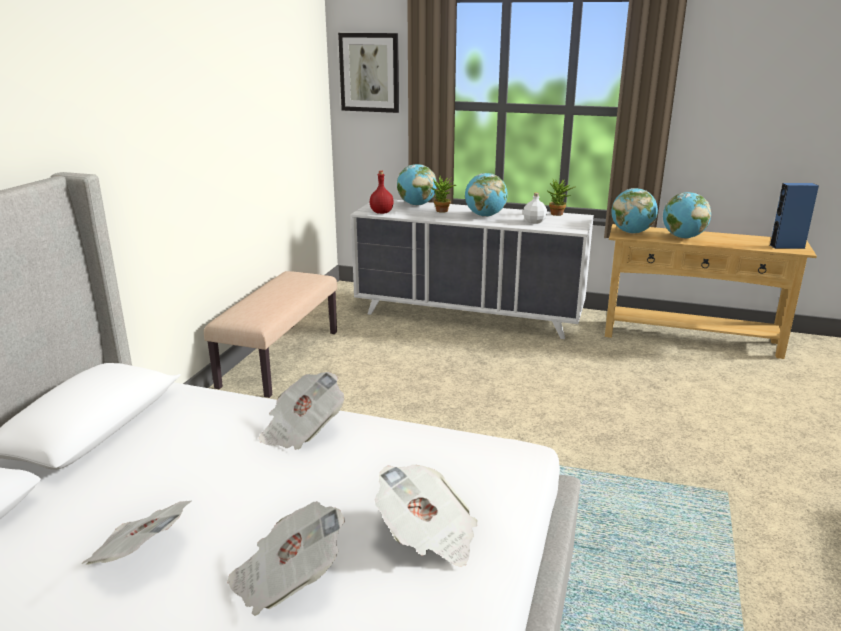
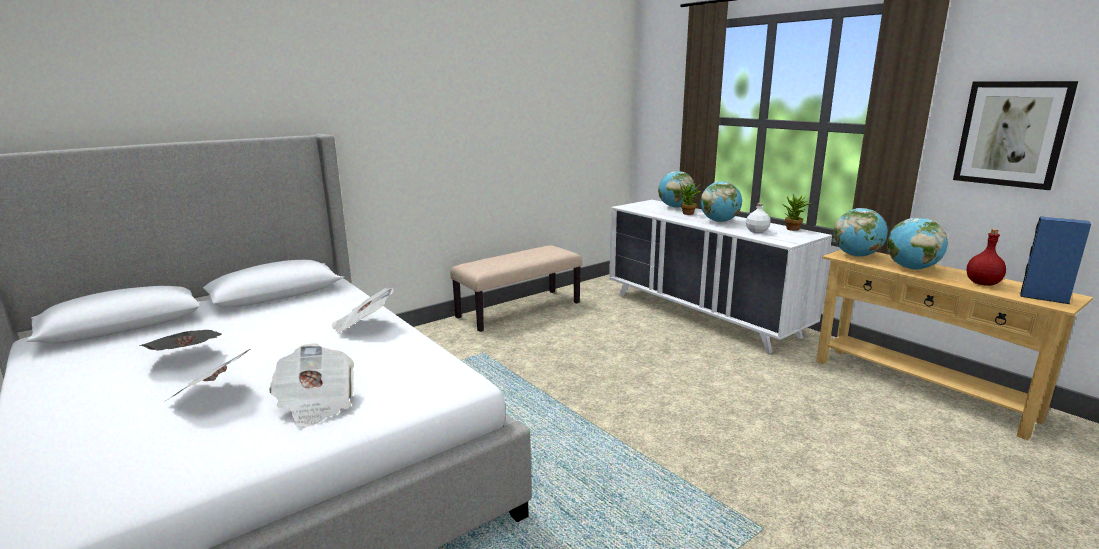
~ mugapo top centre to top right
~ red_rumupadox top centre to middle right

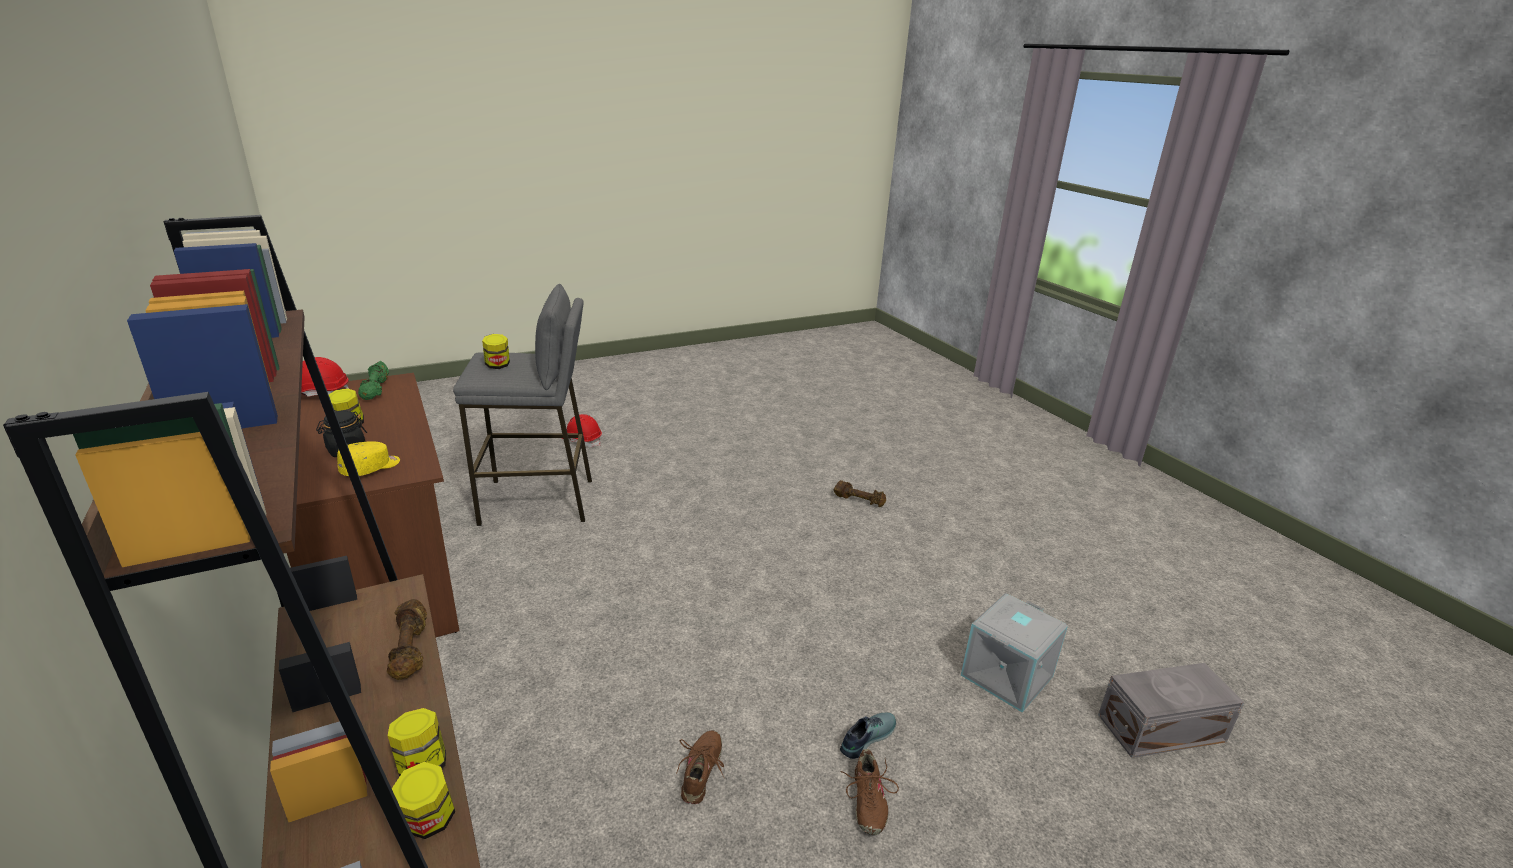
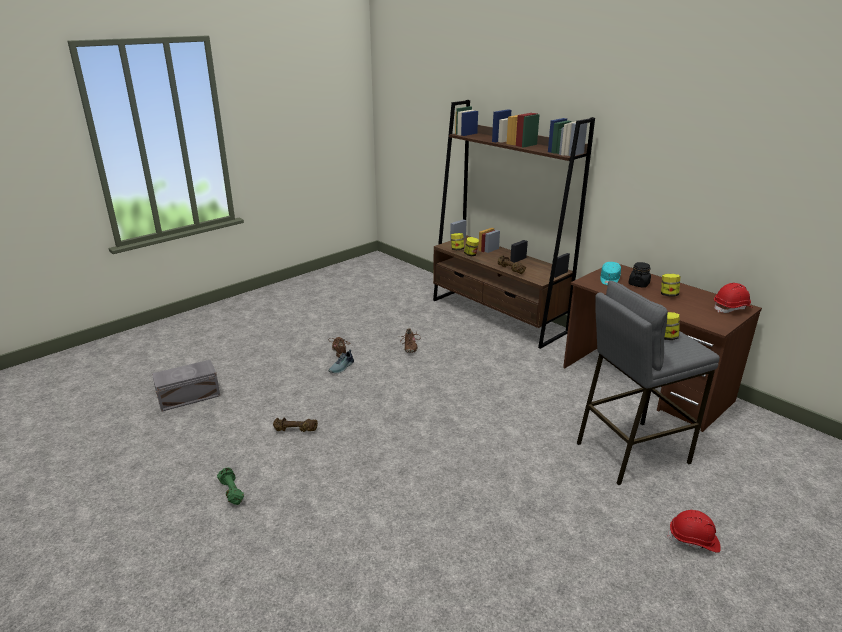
~ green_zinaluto middle left to bottom left
~ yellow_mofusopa middle left to turquoise_mofusopa middle right
~ brown_zinaluto (2nd from left in the first image) centre to brown_zinaluto (1st from left) bottom centre
- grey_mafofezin (1st from left) bottom right

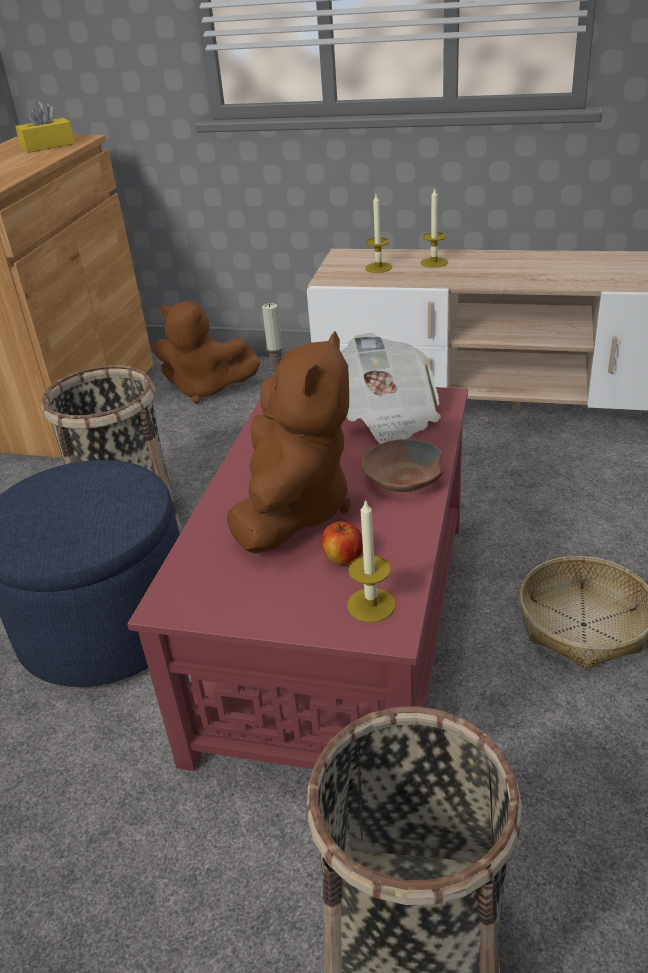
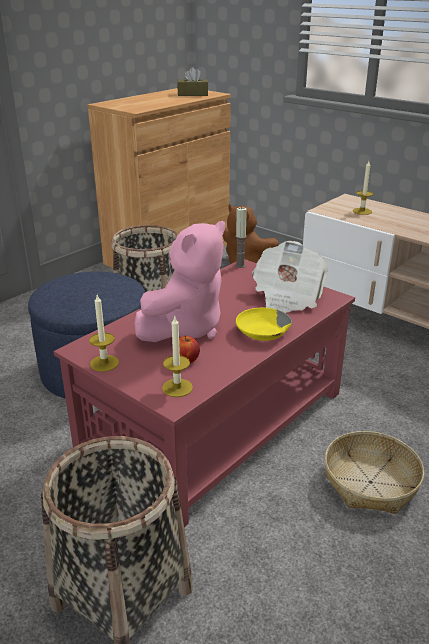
~ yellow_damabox top left to brown_damabox top centre
~ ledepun (4th from left in the first image) top right to ledepun (1st from left) middle left
~ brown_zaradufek (2nd from left) centre to pink_zaradufek centre
~ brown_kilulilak centre to yellow_kilulilak centre

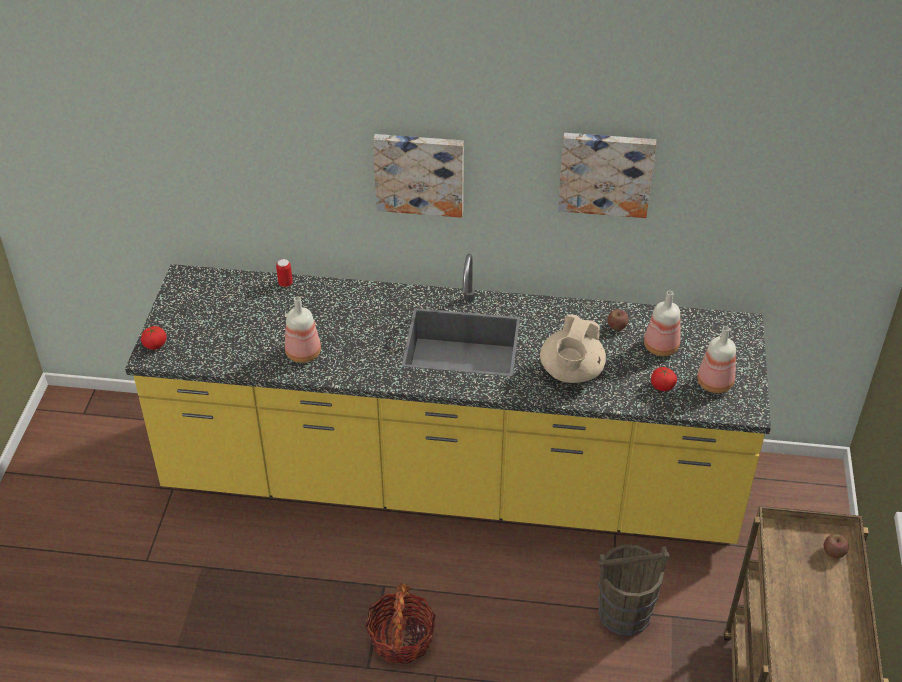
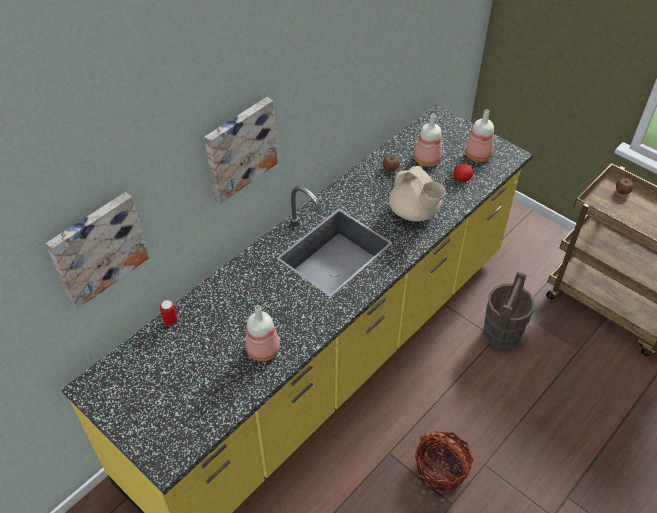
~ mugapo (2nd from left in the first image) top right to mugapo (1st from left) middle left
- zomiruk (1st from left) middle left

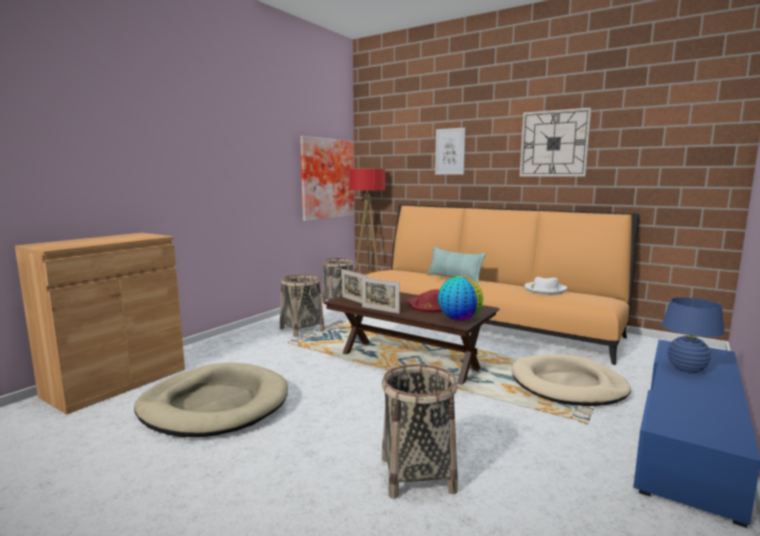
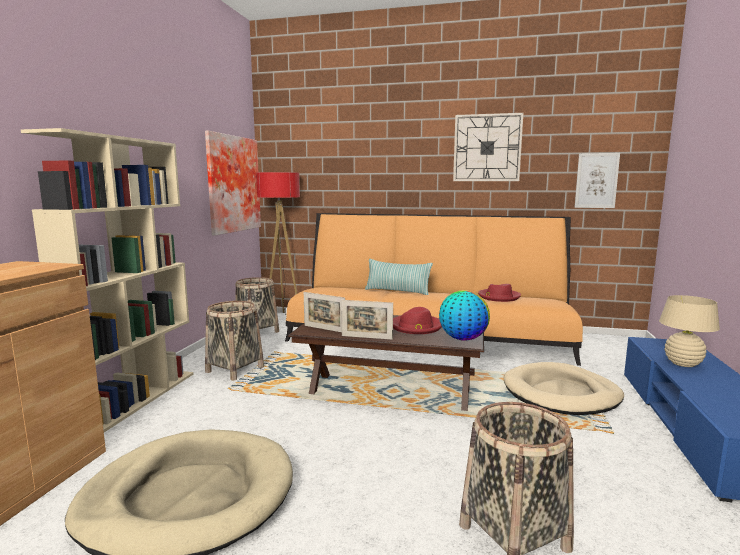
~ mugapo (2nd from left) top centre to top right
~ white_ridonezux middle right to red_ridonezux (2nd from left) middle right
~ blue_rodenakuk middle right to beige_rodenakuk middle right
+ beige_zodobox middle left

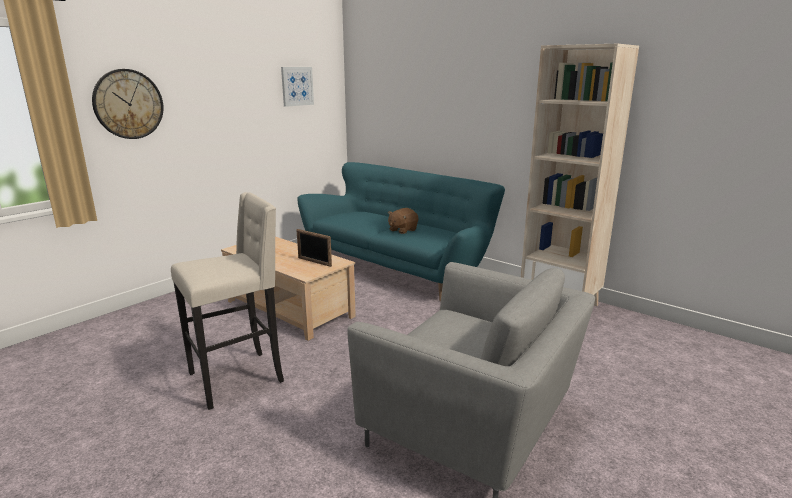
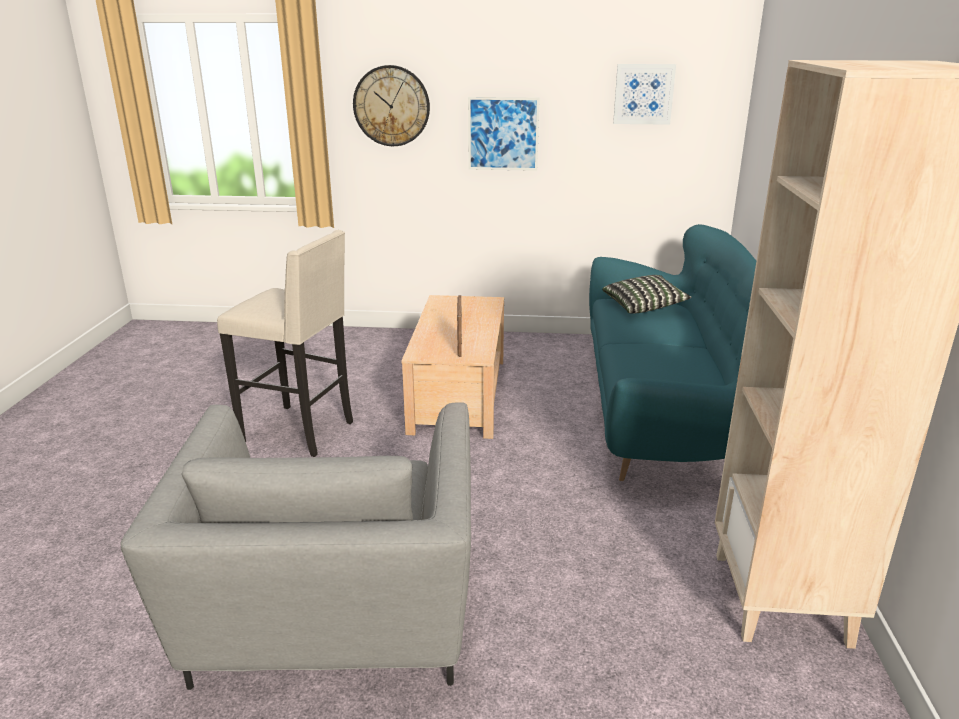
- brown_zaradufek centre
+ mugapo (1st from left) top centre
+ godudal middle right

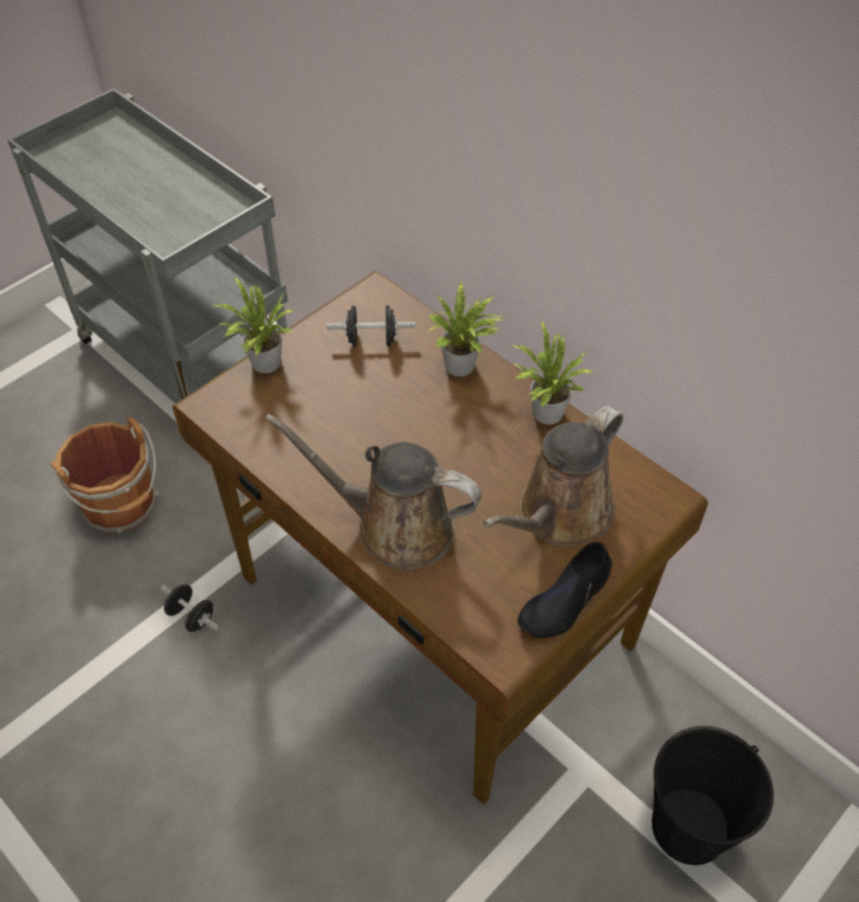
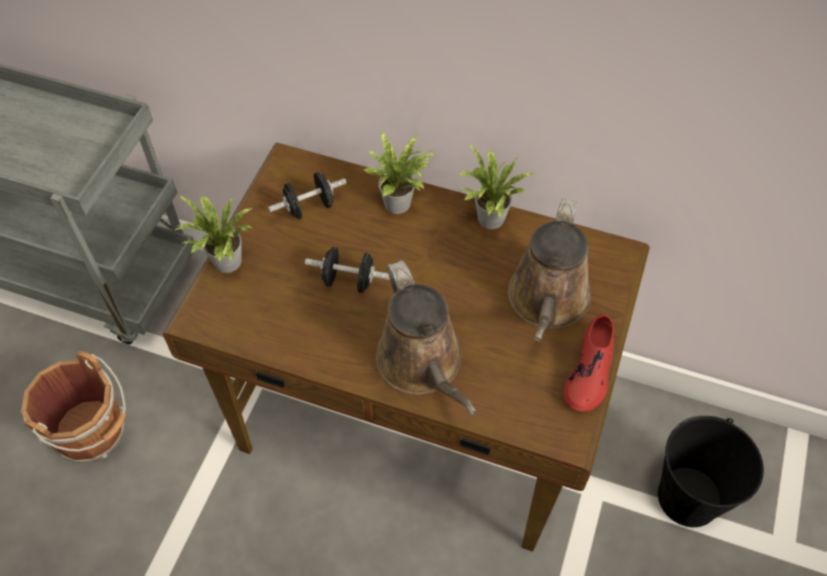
~ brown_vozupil (1st from left) centre = centre 105 degrees counterclockwise
~ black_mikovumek centre to red_mikovumek middle right
~ black_zinaluto (1st from left in the first image) bottom left to black_zinaluto (2nd from left) centre

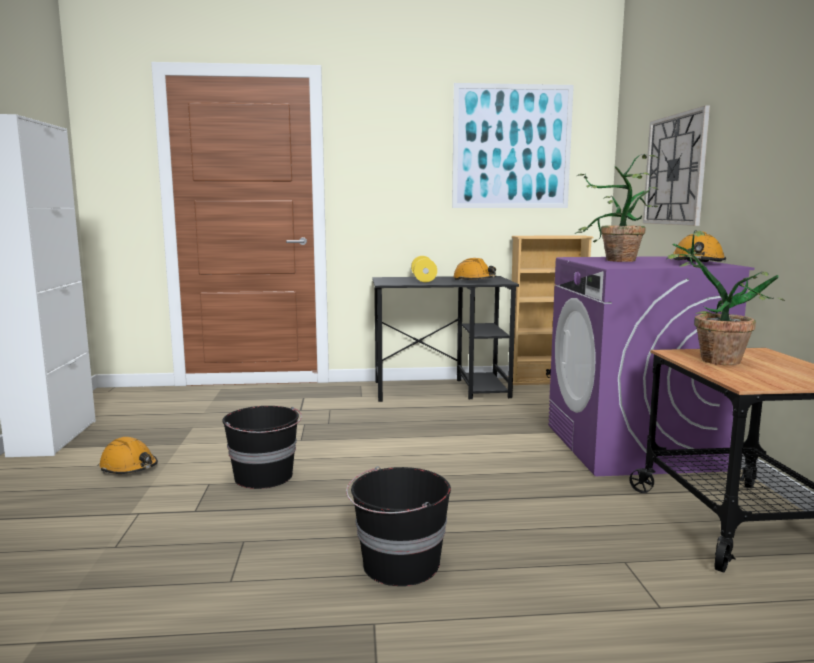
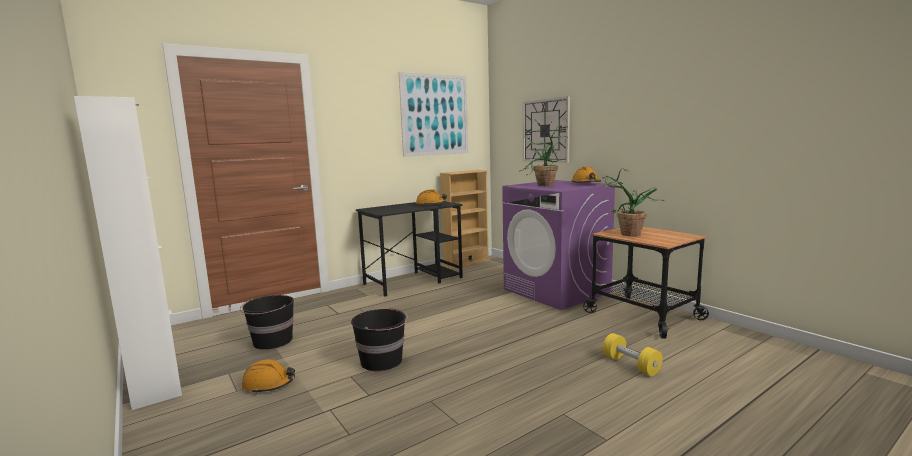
~ yellow_zinaluto centre to bottom right
~ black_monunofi (2nd from left in the first image) bottom centre to black_monunofi (1st from left) bottom left

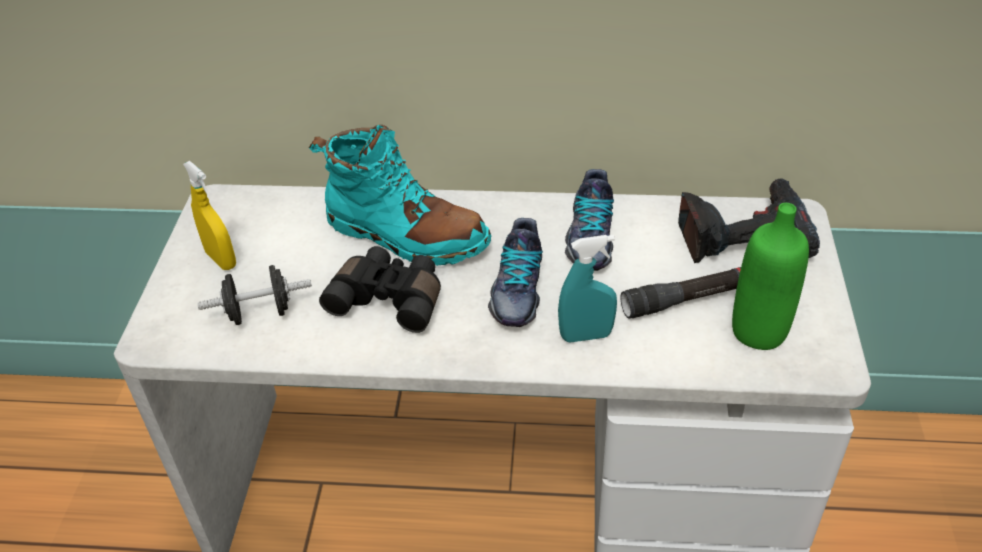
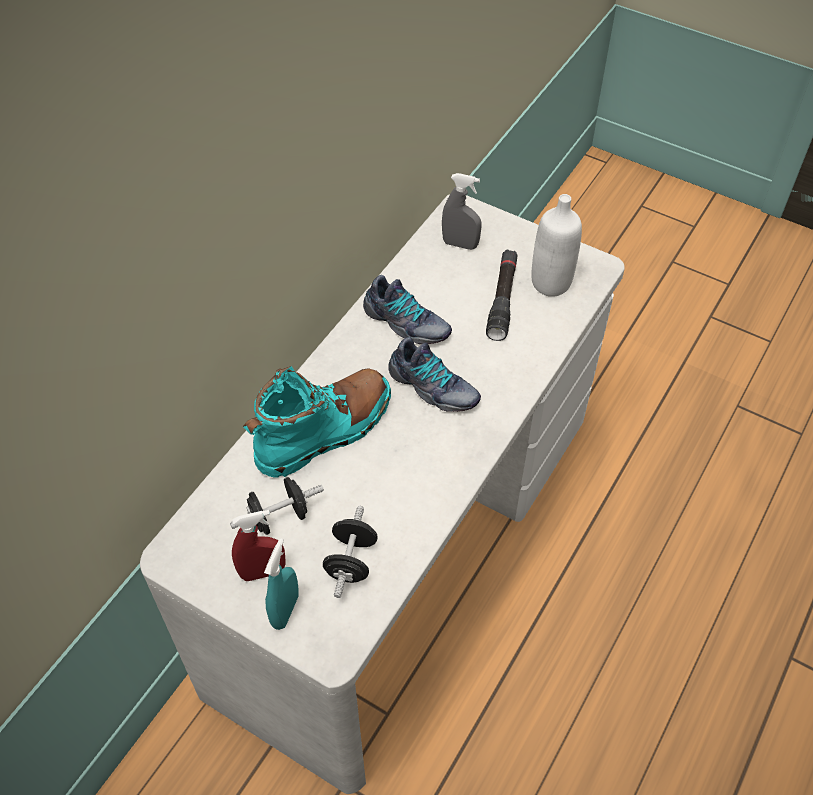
~ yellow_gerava middle left to red_gerava bottom left
~ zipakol middle right to grey_gerava top centre
~ green_rumupadox middle right to white_rumupadox top right
~ turquoise_gerava centre to bottom centre
- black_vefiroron centre
+ black_zinaluto (1st from left) centre

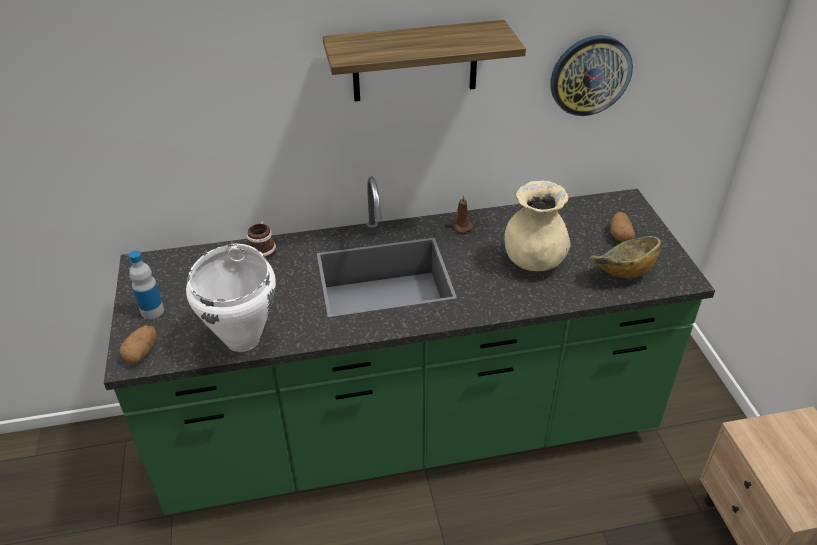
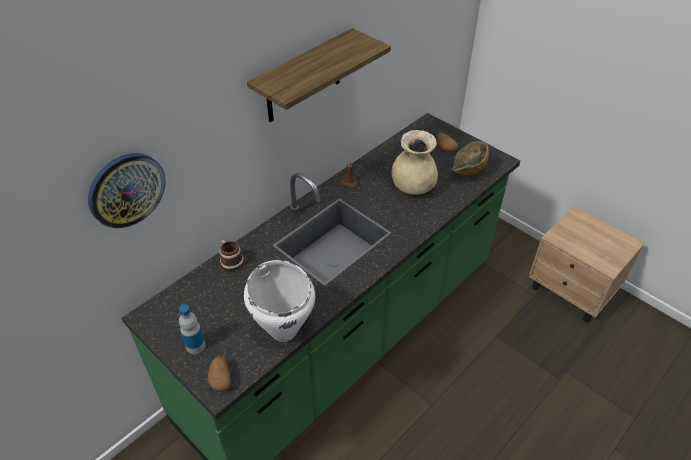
~ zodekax top right to middle left

